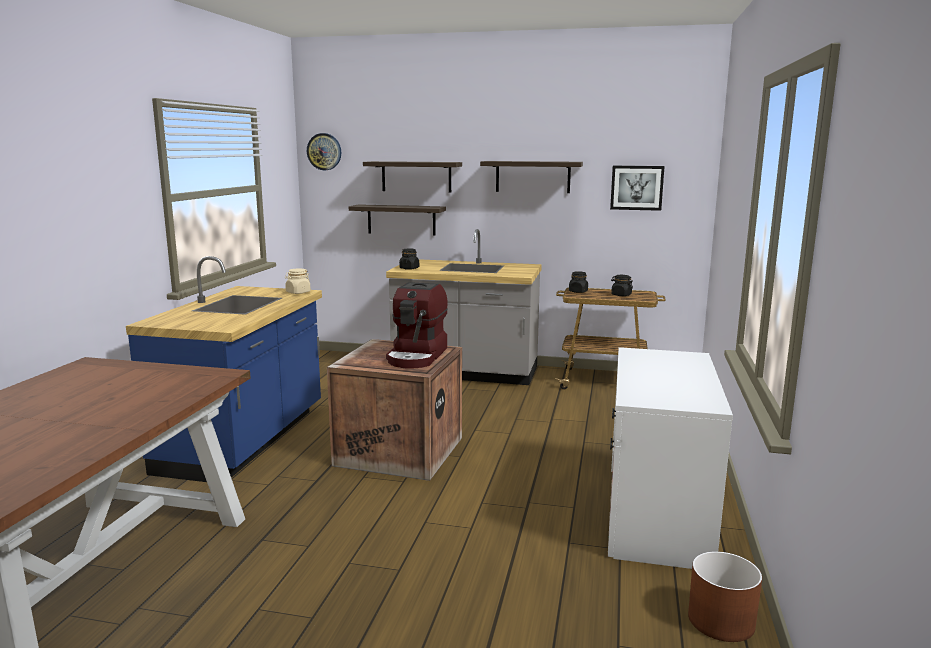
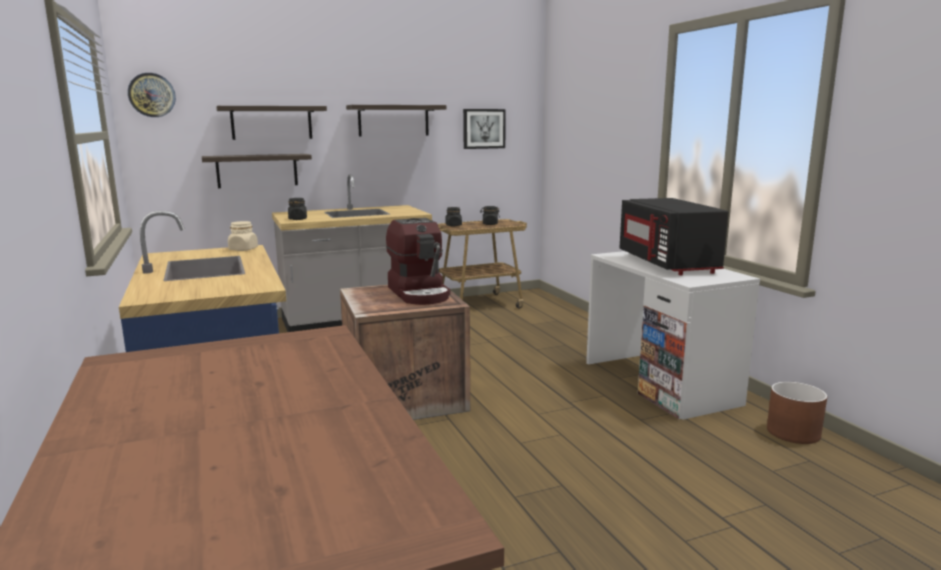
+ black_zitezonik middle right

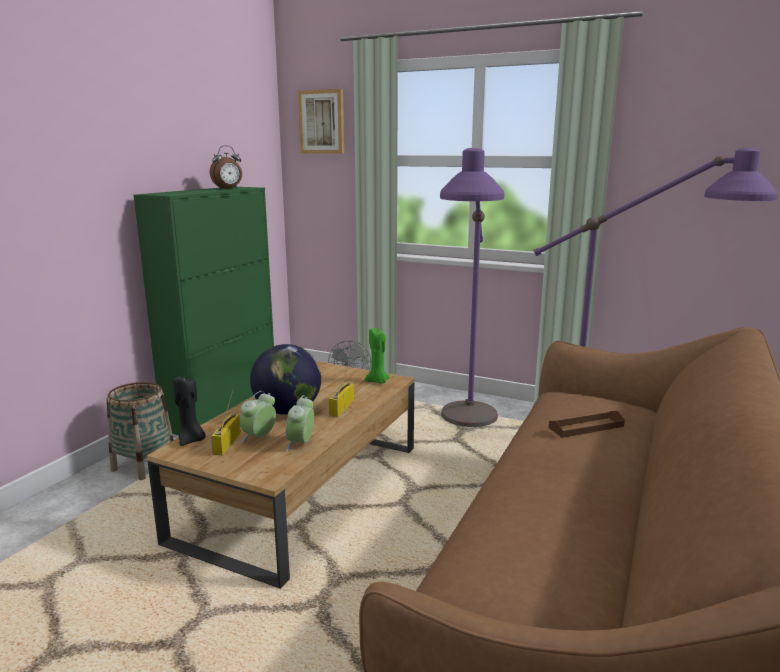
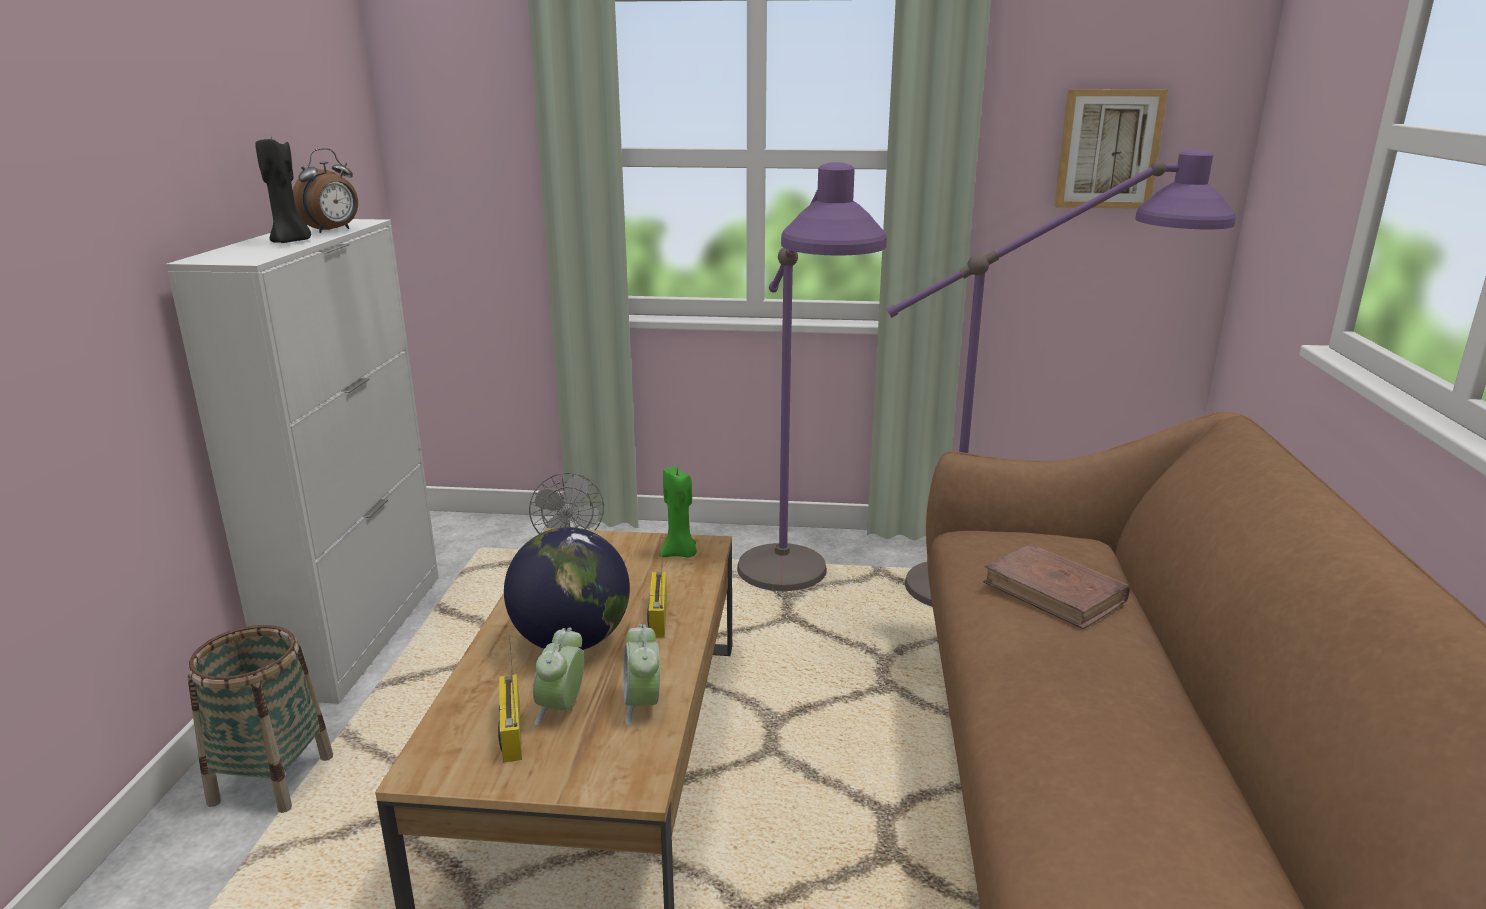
~ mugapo top centre to top right
~ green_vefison middle left to white_vefison middle left
~ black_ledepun middle left to top left
~ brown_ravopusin middle right to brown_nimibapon middle right

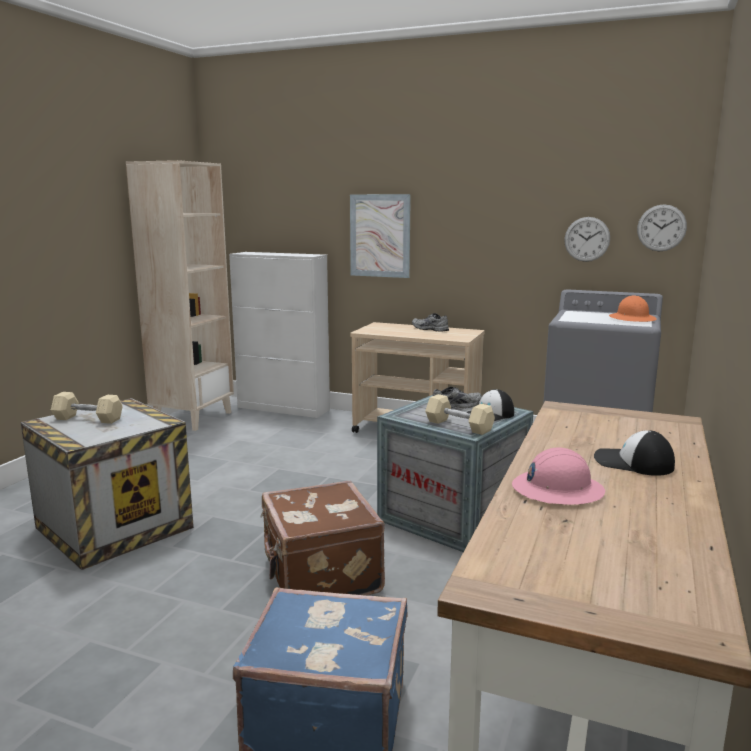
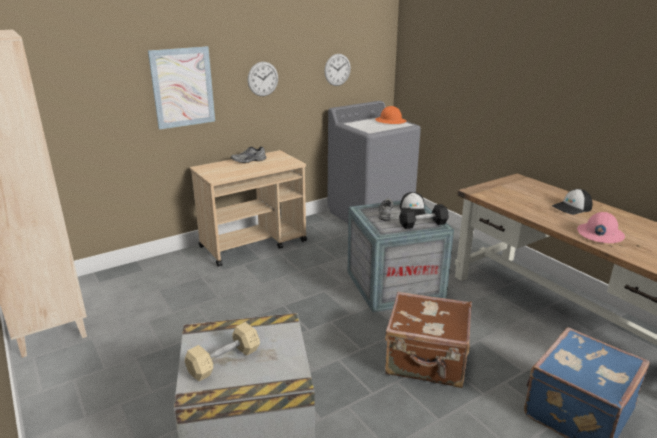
~ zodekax (2nd from left in the first image) top right to zodekax (1st from left) top centre
- white_vefison centre
~ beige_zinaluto (2nd from left) centre to black_zinaluto centre

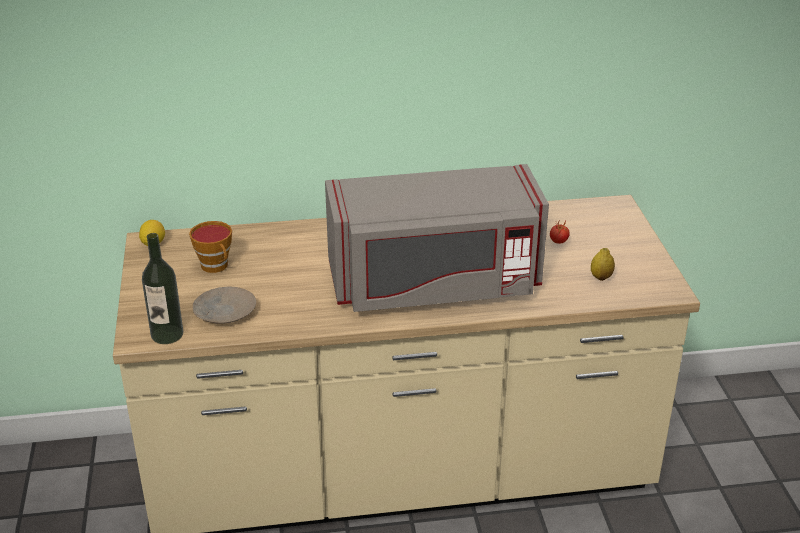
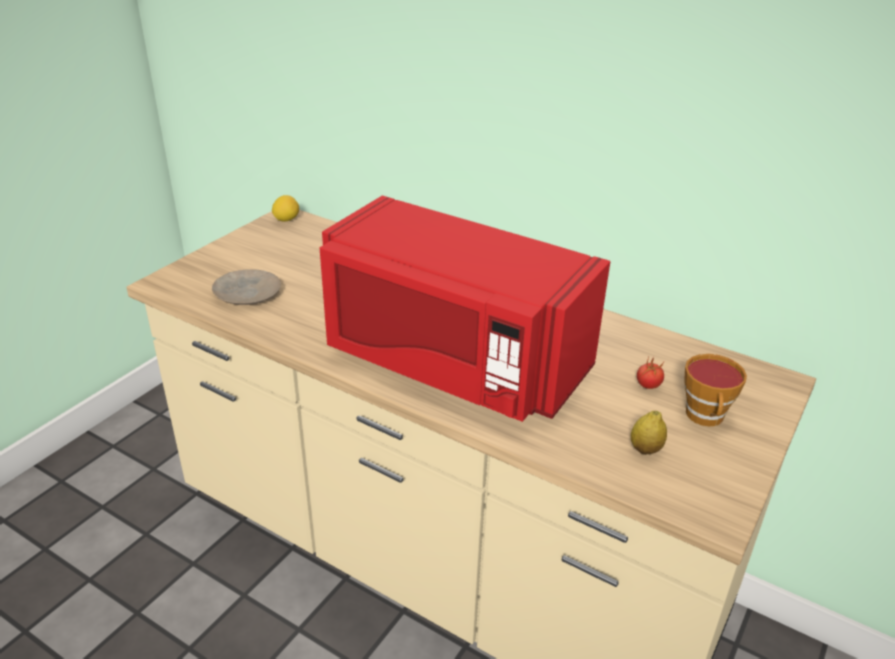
~ grey_zitezonik centre to red_zitezonik centre
~ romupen middle left to middle right
- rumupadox middle left

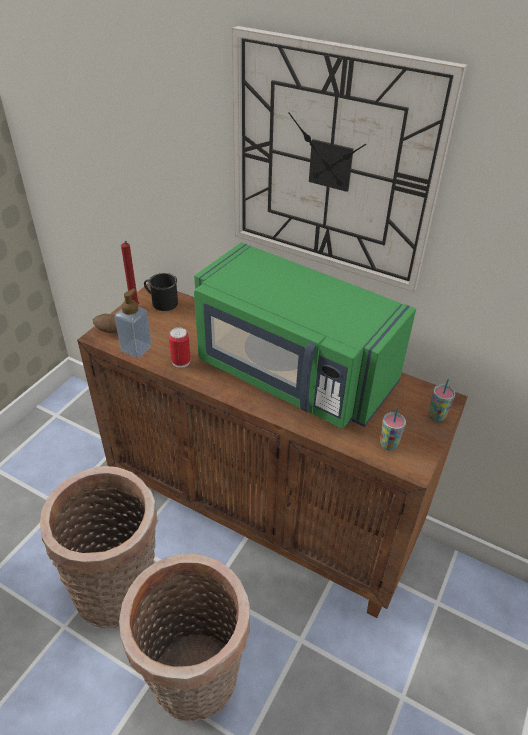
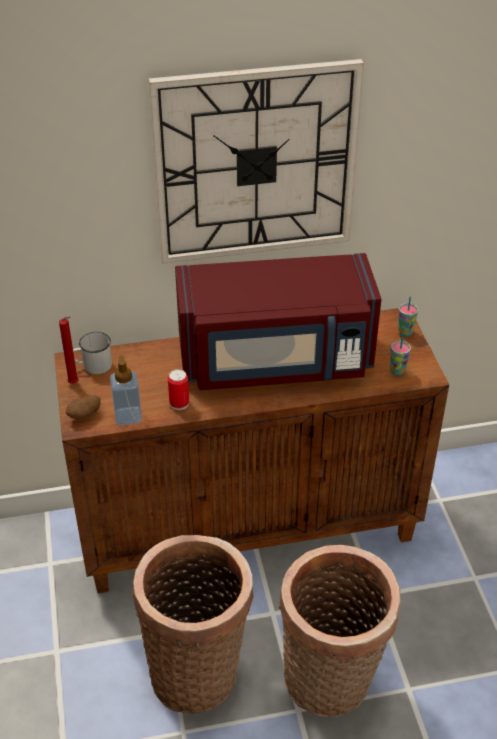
~ green_zitezonik centre to red_zitezonik centre
~ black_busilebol middle left to white_busilebol middle left

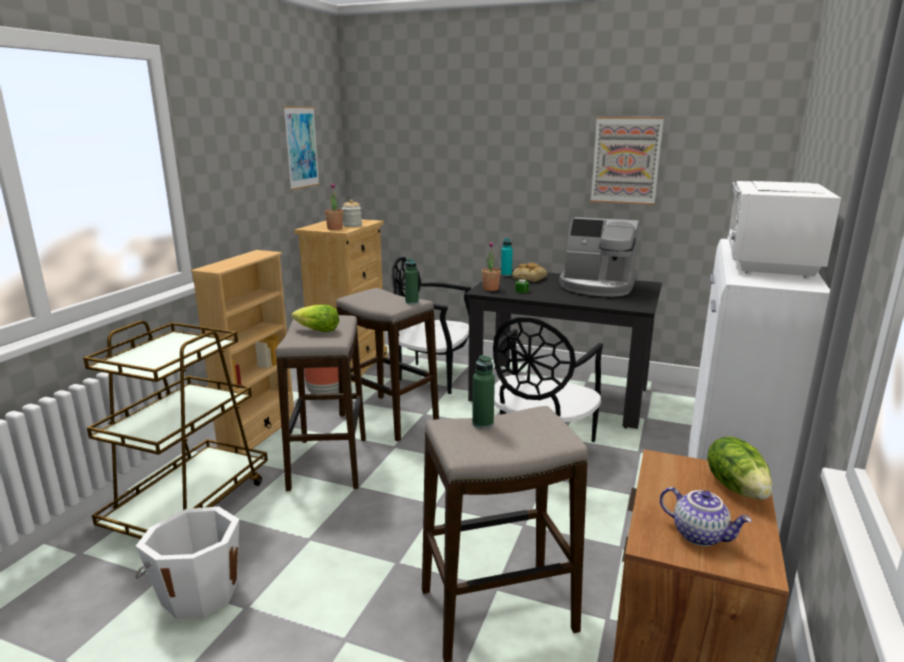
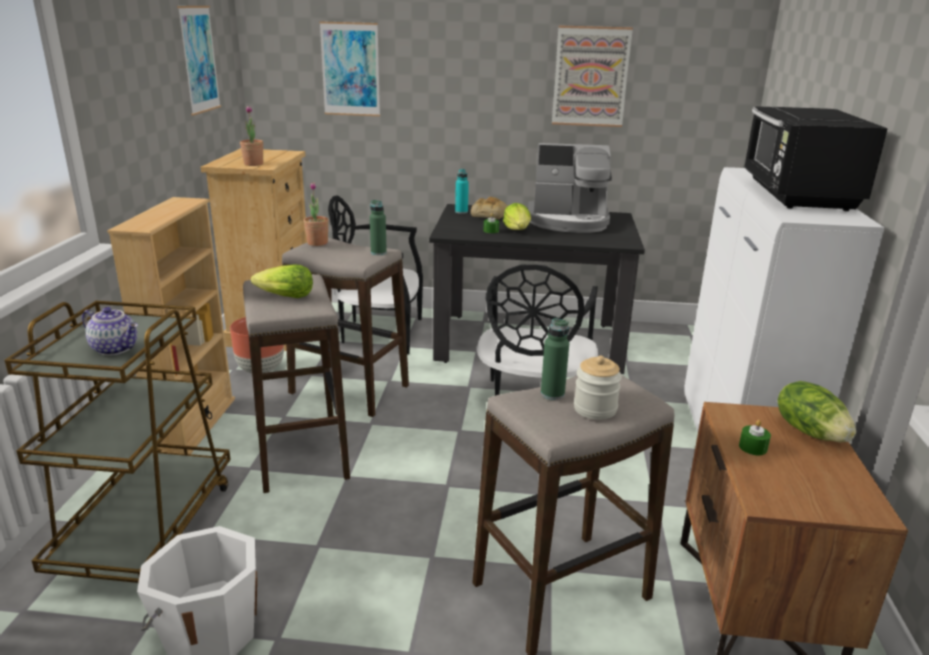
~ white_zitezonik middle right to black_zitezonik top right
~ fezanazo top centre to centre
~ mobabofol (2nd from left) centre to top centre
~ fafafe bottom right to middle left
+ mugapo (2nd from left) top centre
+ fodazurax (2nd from left) top centre
+ green_ledepun (2nd from left) bottom right

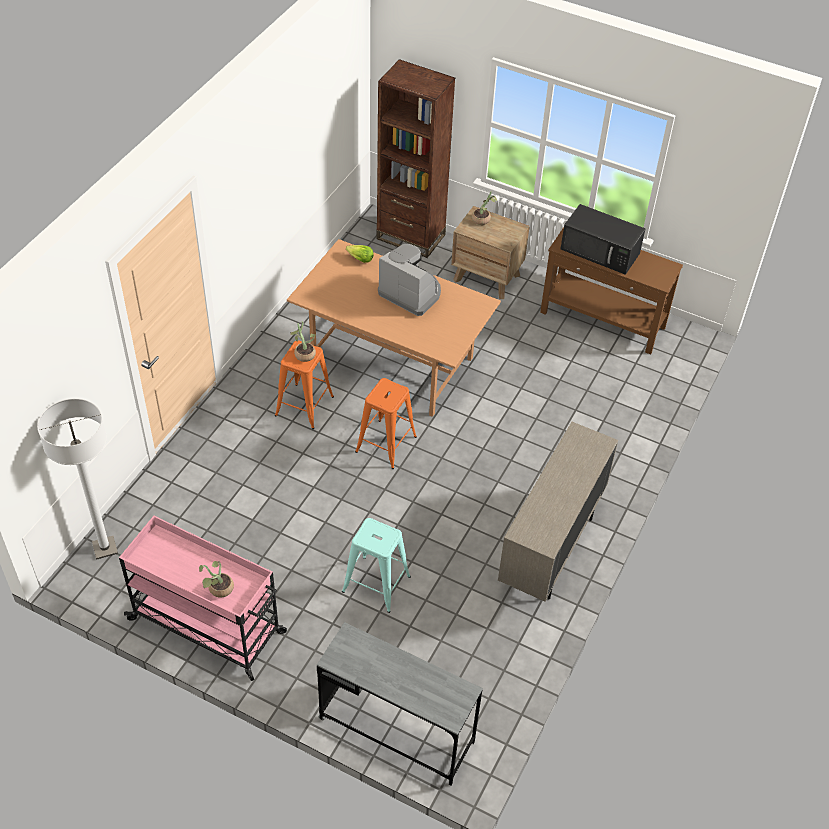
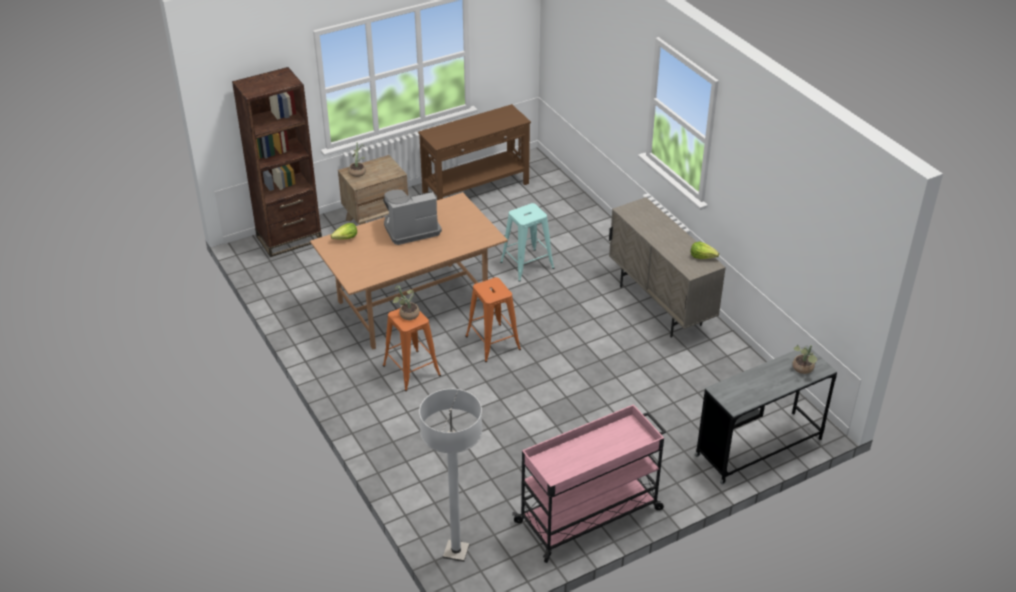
- black_zitezonik top right
~ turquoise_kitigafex bottom centre to centre
~ mobabofol (1st from left in the first image) bottom left to mobabofol (3rd from left) middle right
+ fodazurax (2nd from left) middle right

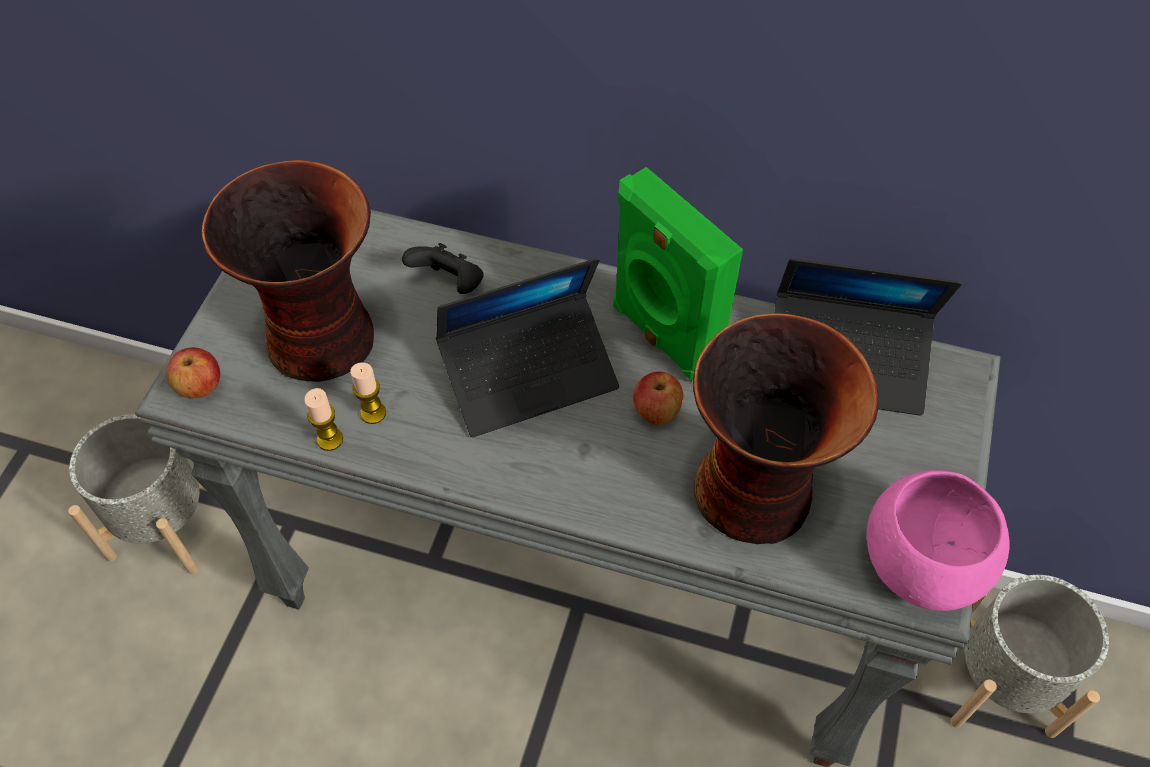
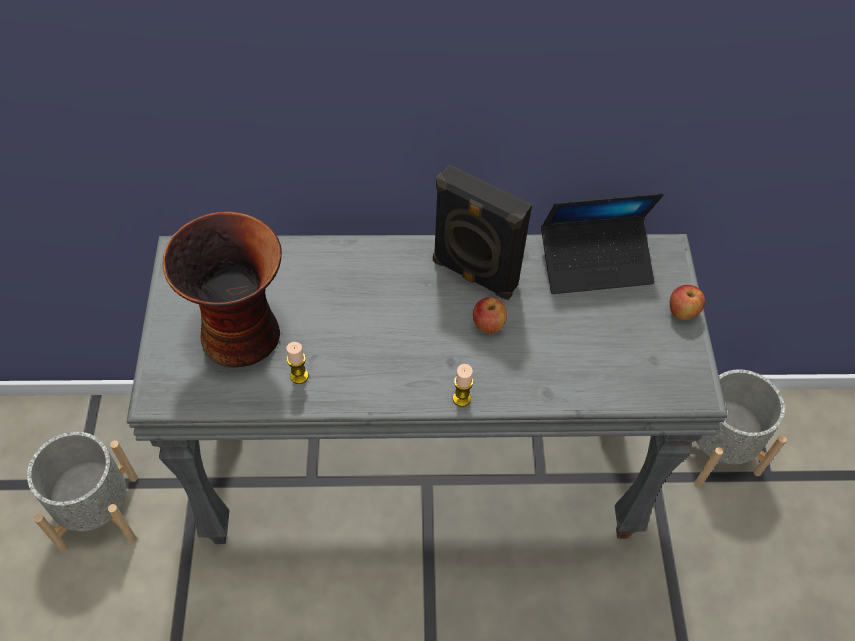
~ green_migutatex centre to black_migutatex centre
- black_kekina centre
- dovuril (1st from left) centre
- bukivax (2nd from left) middle right
~ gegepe (1st from left in the first image) middle left to gegepe (2nd from left) middle right
~ ledepun (1st from left in the first image) middle left to ledepun (2nd from left) centre
- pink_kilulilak bottom right

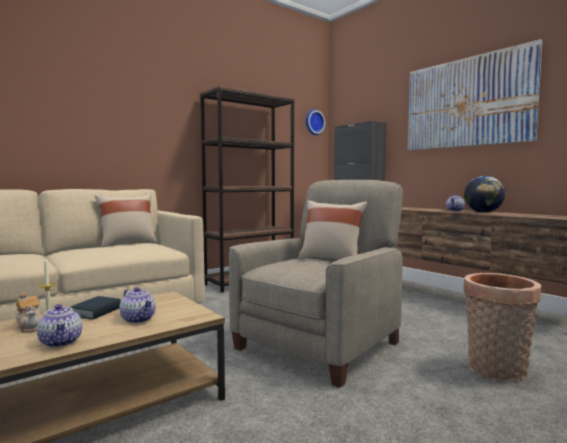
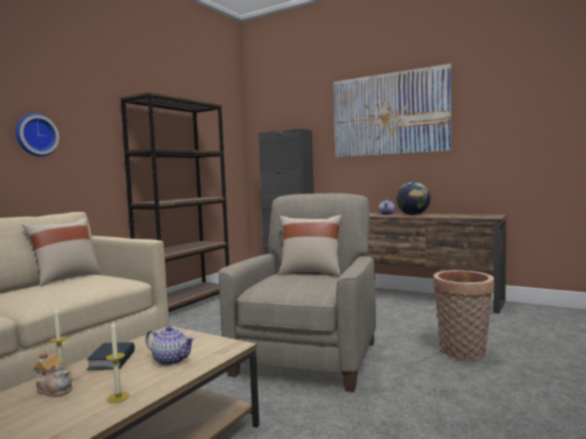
~ zodekax top centre to top left
~ fafafe (2nd from left) bottom left to ledepun (2nd from left) bottom left

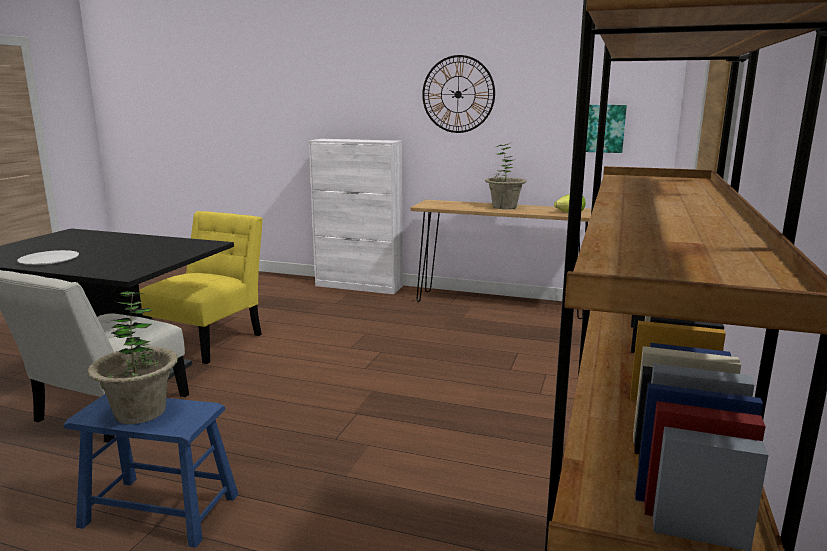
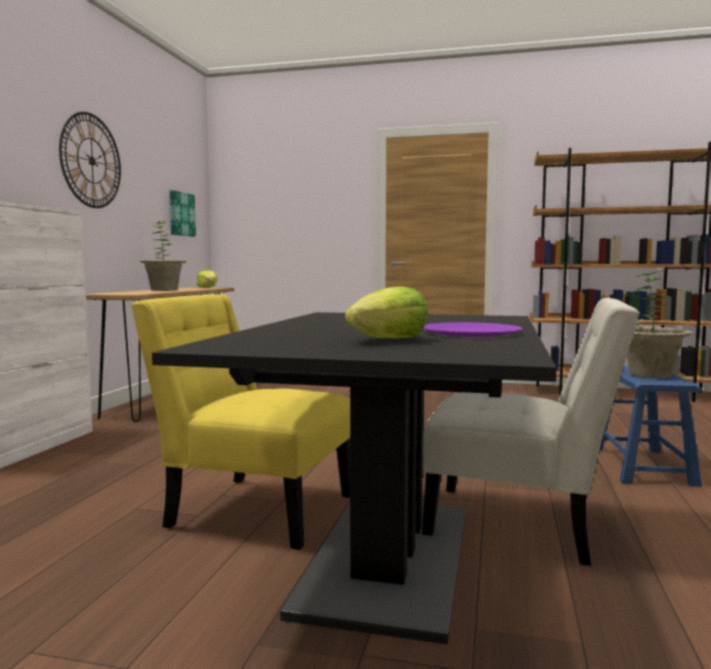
~ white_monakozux middle left to purple_monakozux centre
+ fodazurax (2nd from left) centre

